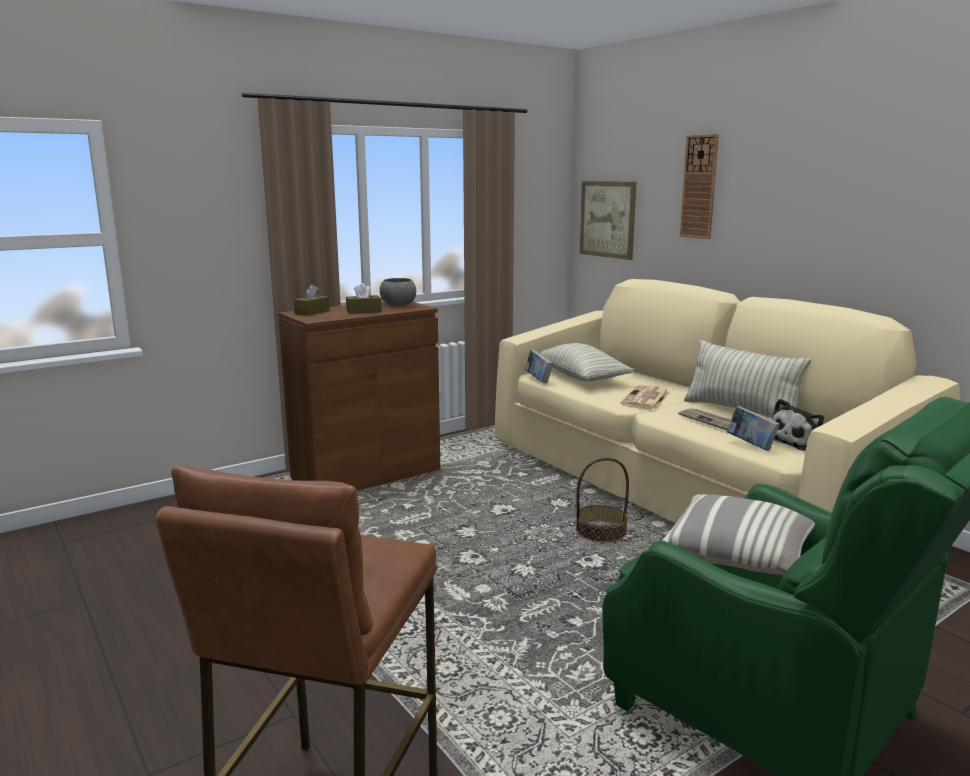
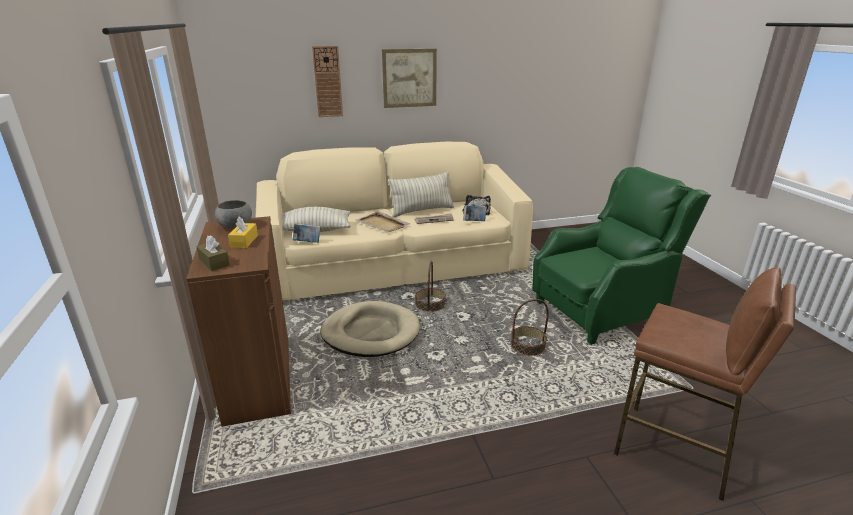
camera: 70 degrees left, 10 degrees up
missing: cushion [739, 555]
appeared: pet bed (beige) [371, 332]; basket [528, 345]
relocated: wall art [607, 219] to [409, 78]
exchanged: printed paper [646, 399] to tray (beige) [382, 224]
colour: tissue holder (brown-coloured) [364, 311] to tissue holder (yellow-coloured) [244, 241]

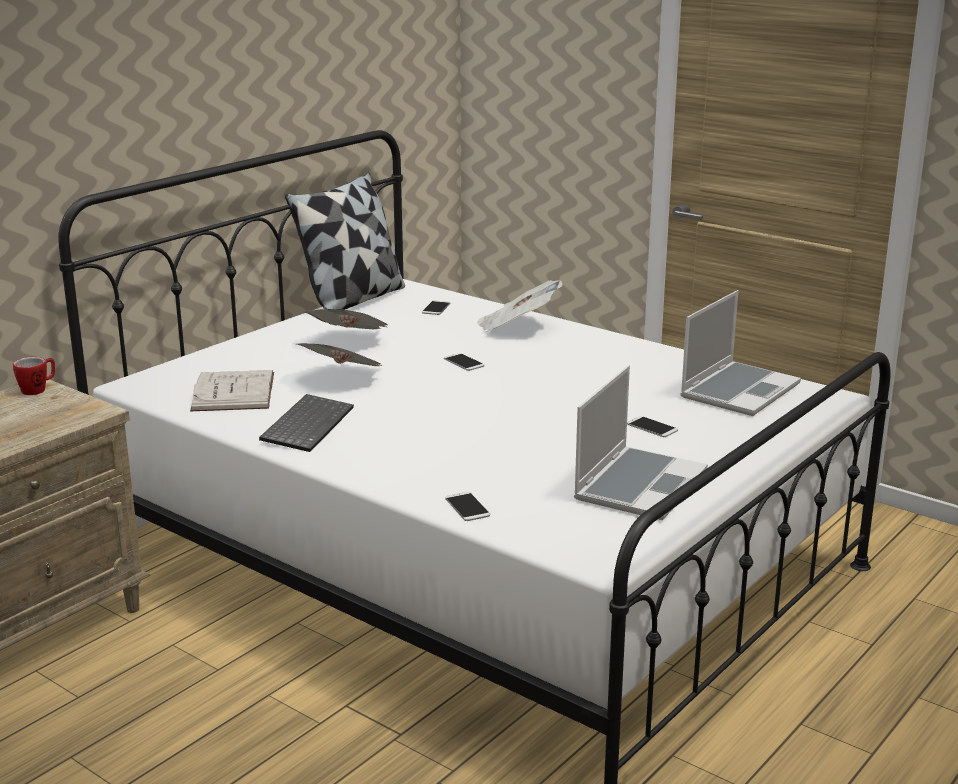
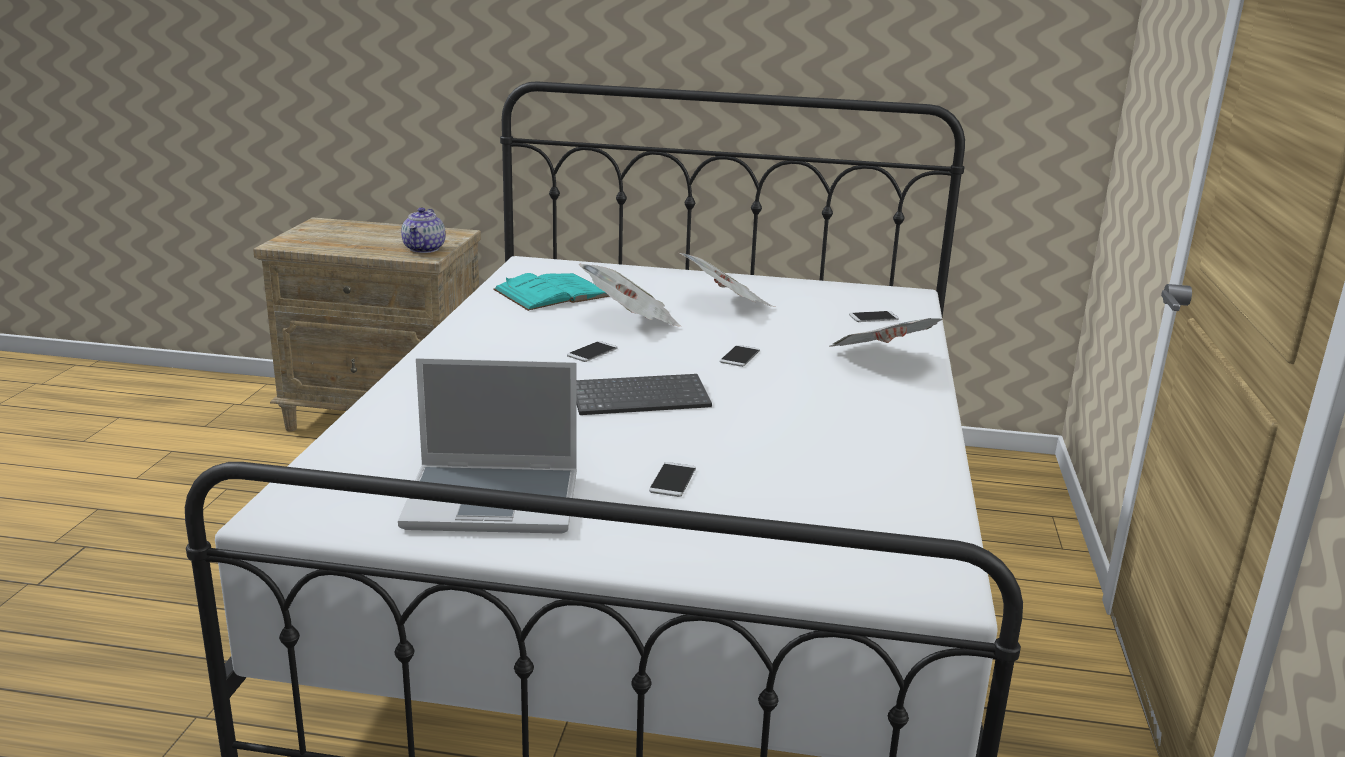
camera: 60 degrees right, 0 degrees up
missing: tea mug [38, 389]; cushion [352, 300]; laptop [739, 390]
appeared: teapot [424, 249]
relocated: computer keyboard [306, 425] to [641, 397]; telephone [467, 507] to [592, 352]
colour: book (white-coloured) [233, 391] to book (blue-green) [552, 293]

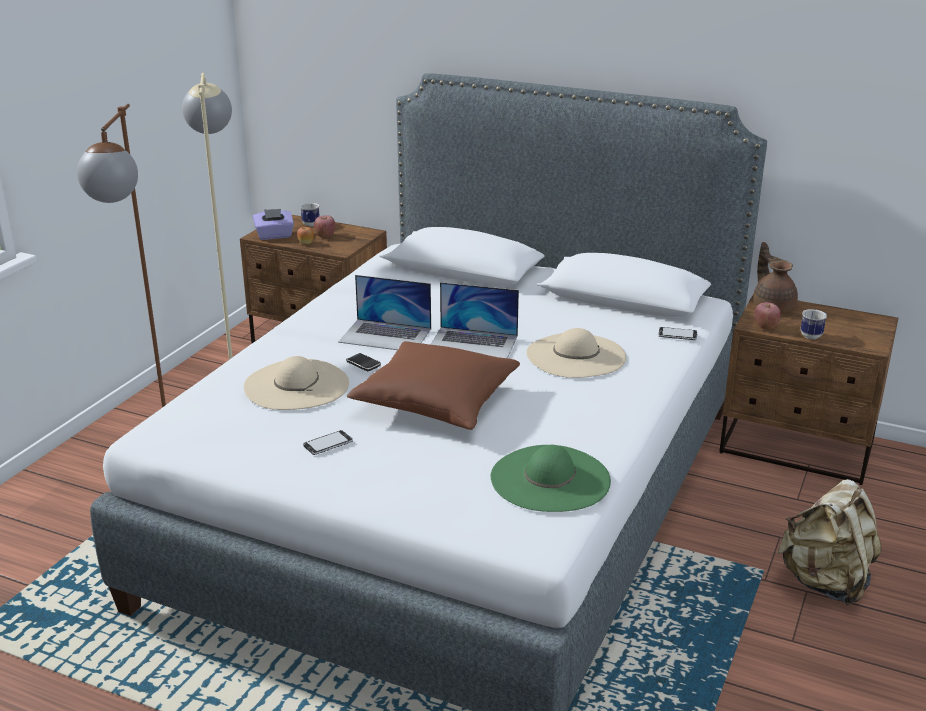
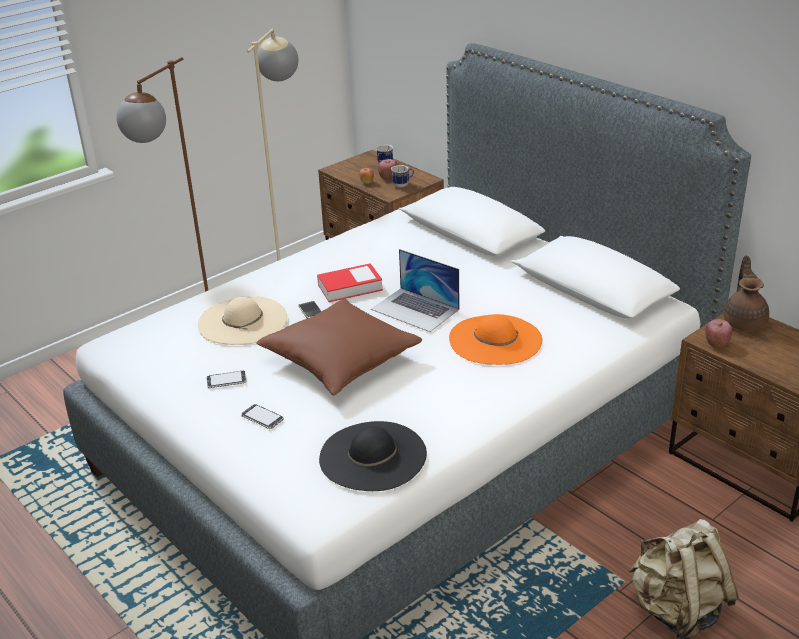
camera: 25 degrees right, 5 degrees up
missing: tissue holder (purplish) [274, 236]
relocated: telephone [677, 335] to [262, 418]; tea mug [813, 335] to [403, 185]
exchanged: laptop [385, 335] to book [350, 287]
colour: hat (green) [550, 479] to hat (black-coloured) [373, 456]; hat (beige) [576, 355] to hat (orange) [495, 340]

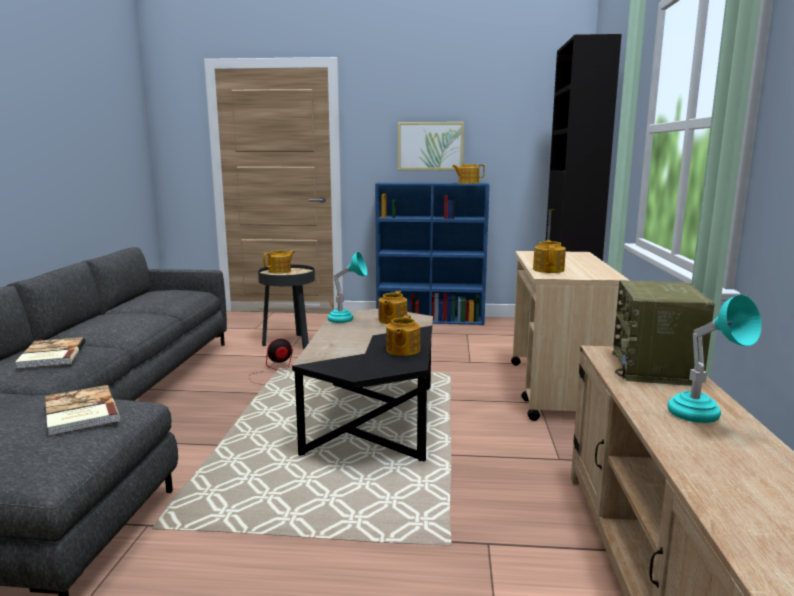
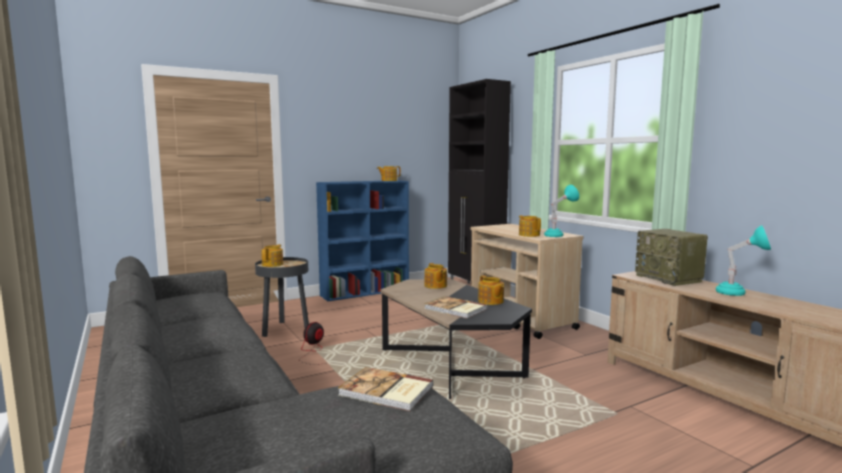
camera: 35 degrees left, 5 degrees down
missing: wall art [430, 146]
relocated: book [50, 355] to [455, 309]; table lamp (blue-green) [347, 320] to [559, 235]

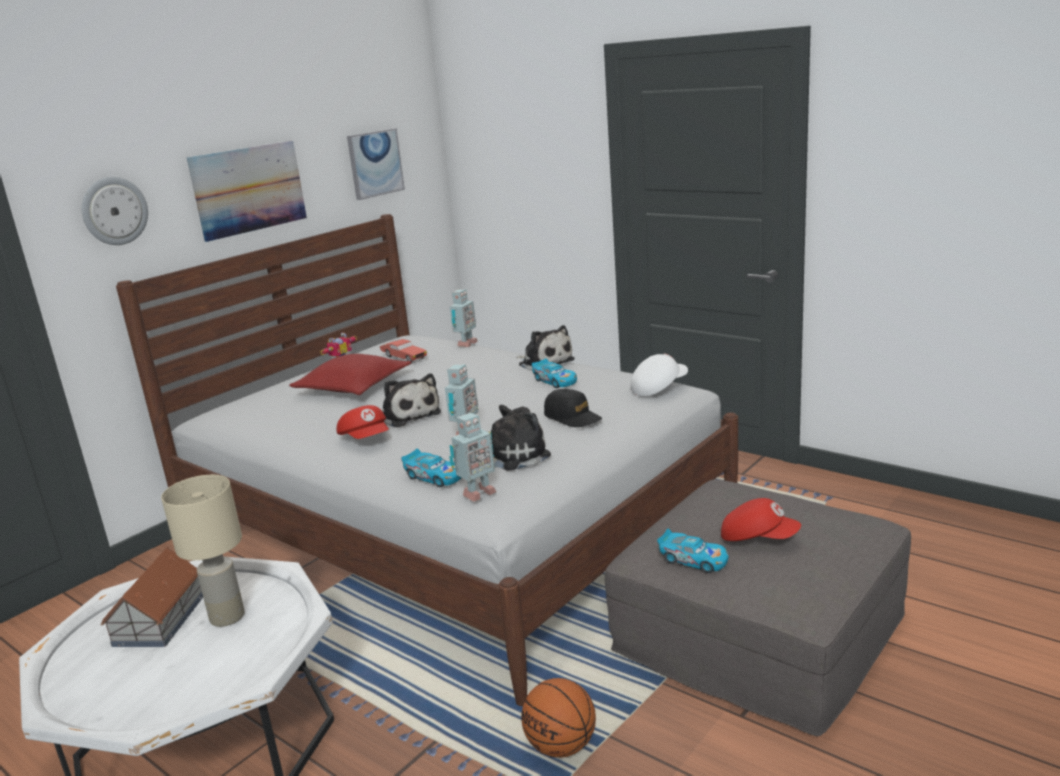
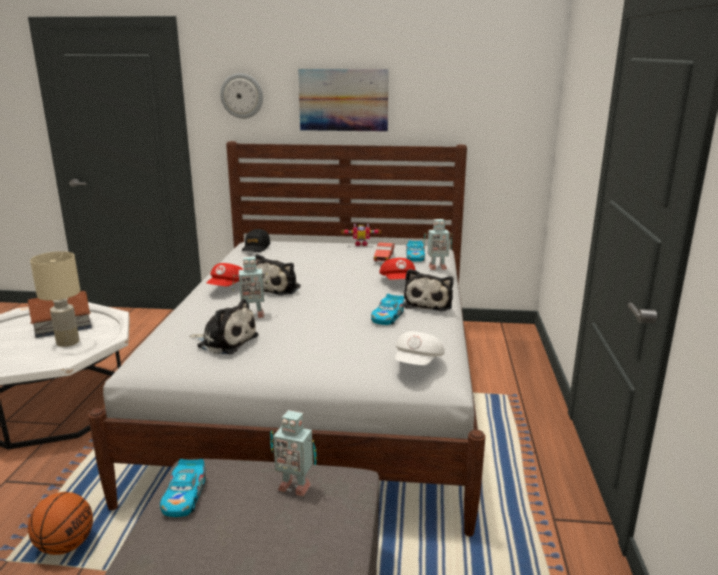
camera: 55 degrees right, 0 degrees up
missing: cushion (red-coloured) [353, 387]; wall art [375, 163]
relocated: model car [434, 477] to [415, 257]; toy robot [477, 494] to [294, 486]; baseball cap (black-coloured) [572, 417] to [256, 247]; baseball cap (red-coloured) [758, 538] to [398, 282]
spun: baseball cap (white-coloured) [658, 387] = [418, 363] 90 degrees clockwise

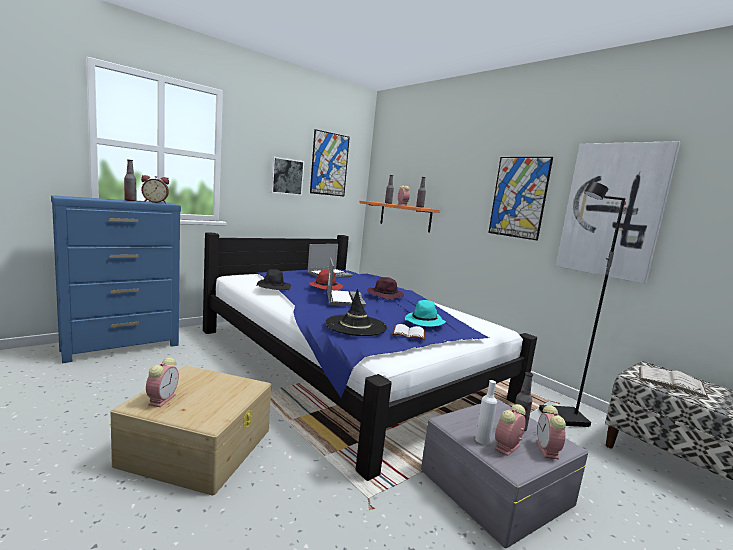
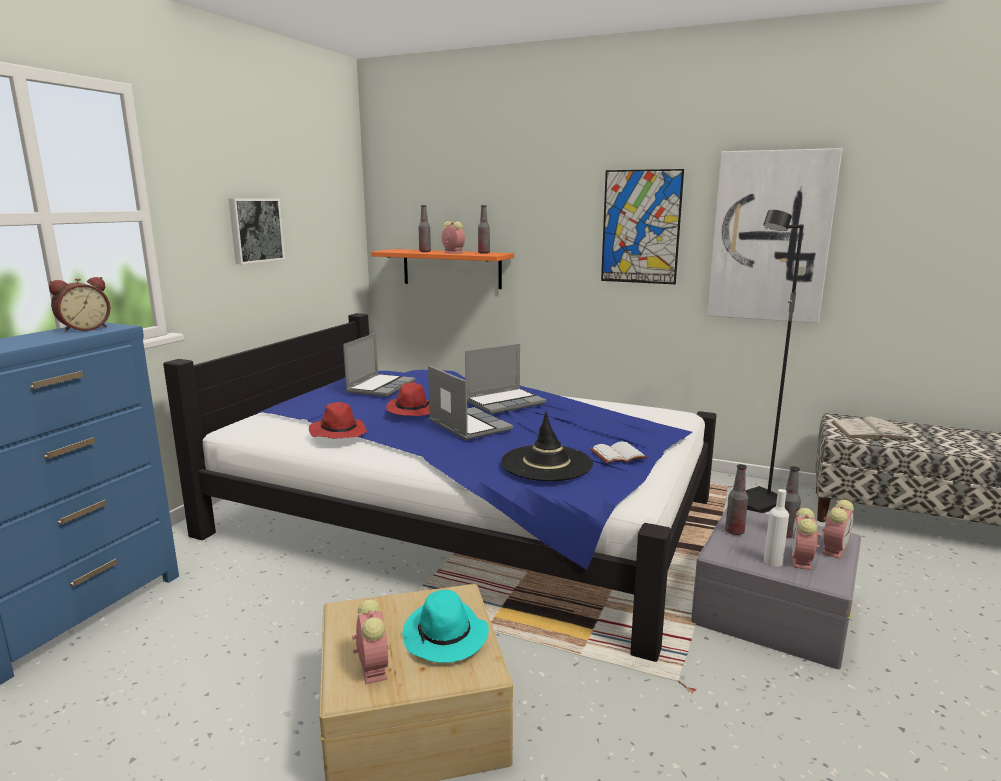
camera: 25 degrees left, 5 degrees up
missing: wall art [329, 164]
relocated: beverage bottle [130, 200] to [734, 531]; hat (blue-green) [424, 322] to [445, 637]
exchanged: hat (purplish) [386, 295] to laptop [505, 402]
colour: hat (black-coloured) [273, 287] to hat (red-coloured) [338, 433]
spun: bedside clock [548, 451] = [834, 549] 120 degrees counterclockwise

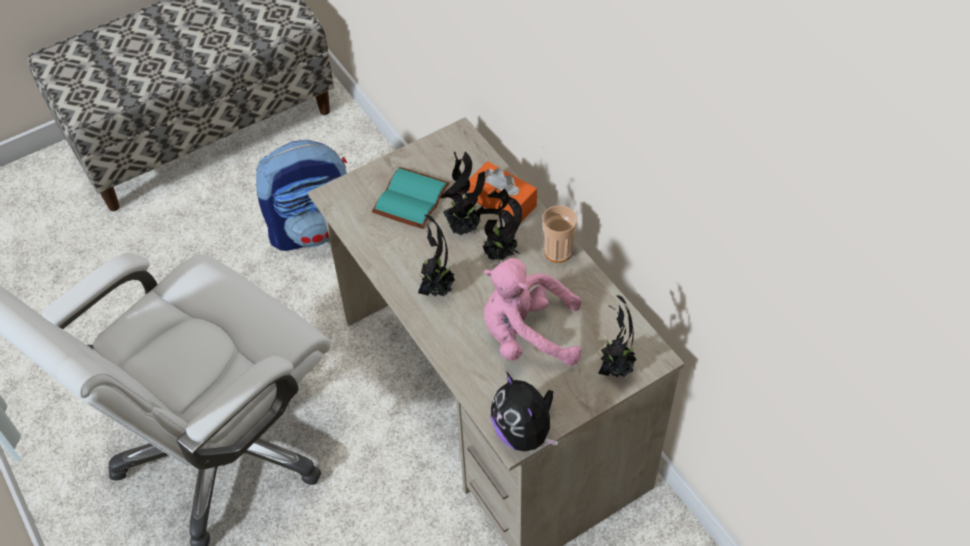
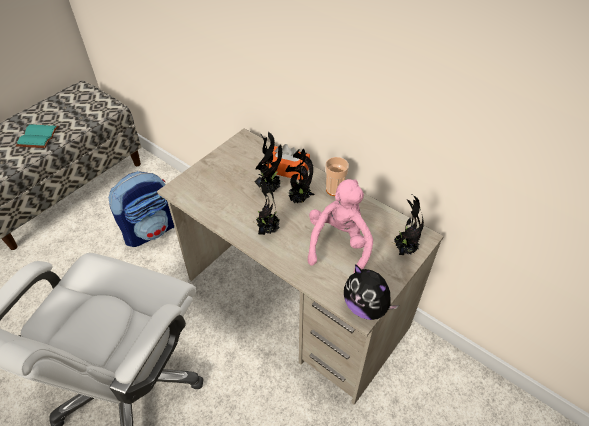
camera: 20 degrees left, 5 degrees down
relocated: book (blue-green) [409, 197] to [37, 136]
spun: soft toy (pink-coloured) [527, 335] = [339, 244] 120 degrees clockwise

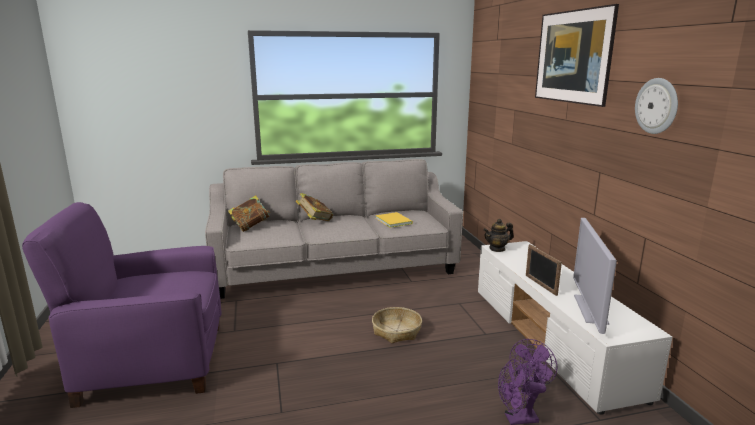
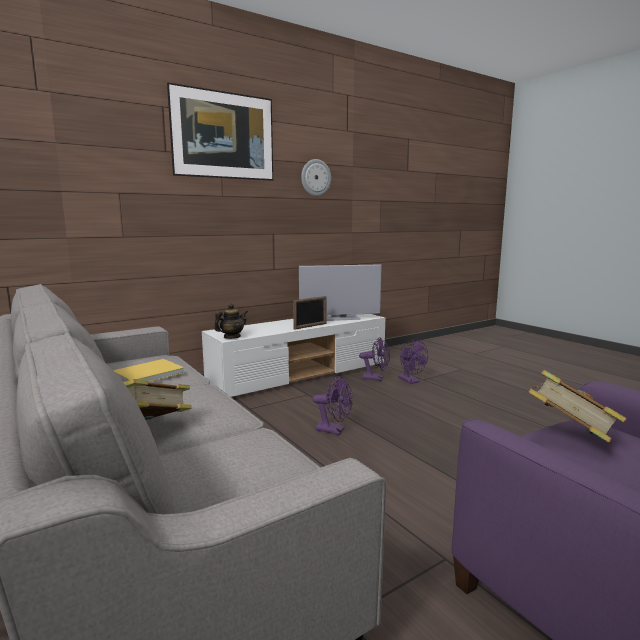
camera: 110 degrees left, 5 degrees down
relocated: book [250, 227] to [569, 437]
exchanged: basket [397, 331] to cooling fan (purplish) [334, 430]
spun: teapot [497, 249] = [232, 337] 90 degrees counterclockwise

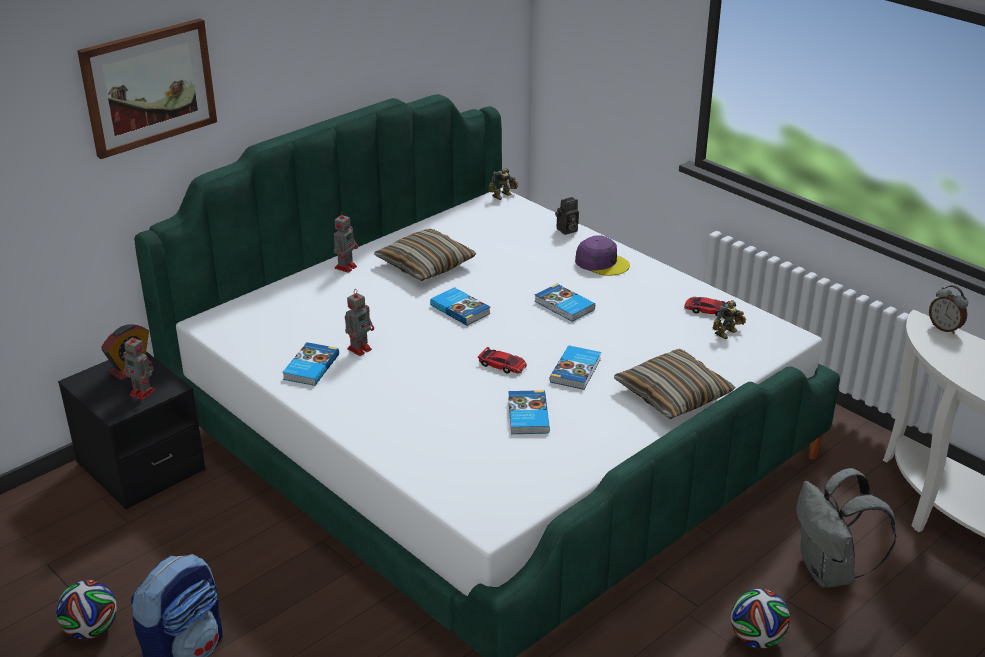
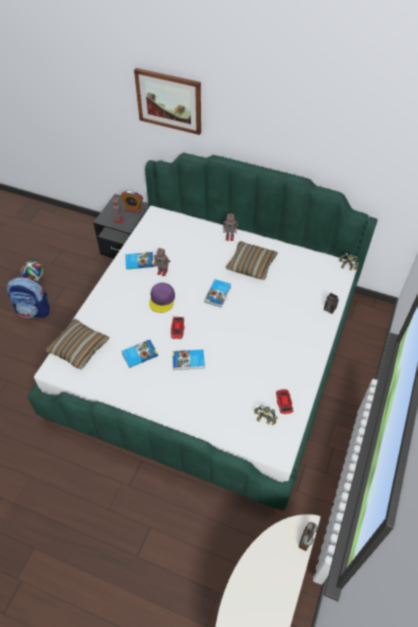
camera: 65 degrees right, 20 degrees up
missing: book [564, 306]; ball for football [756, 639]; rucksack (gray) [830, 572]
relocated: baseball cap (purplish) [602, 263] to [162, 299]; cushion [673, 395] to [79, 348]

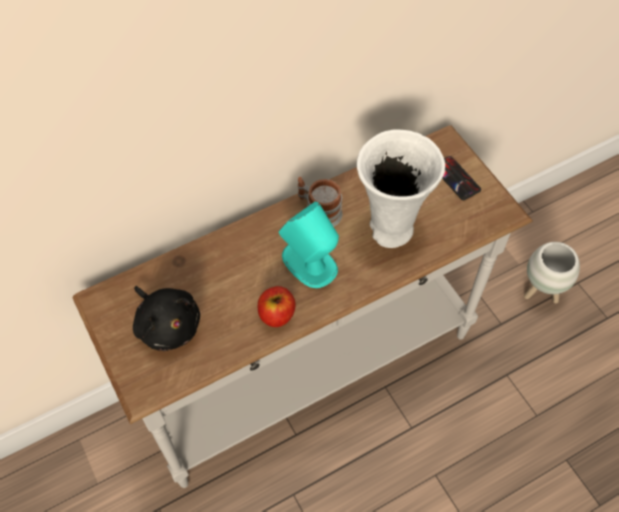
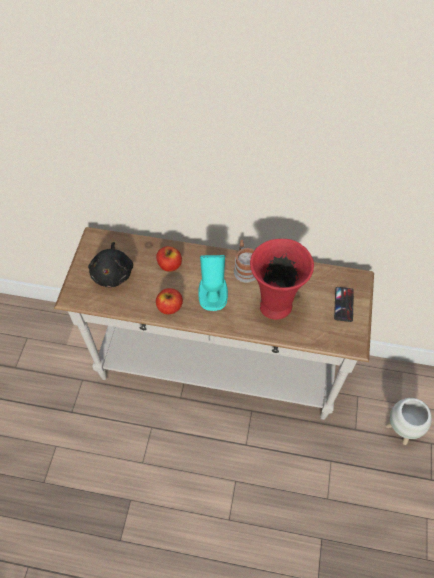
camera: 40 degrees right, 0 degrees up
appeared: apple fruit [169, 265]
colour: flower vase (white-coloured) [390, 230] to flower vase (red-coloured) [274, 306]

